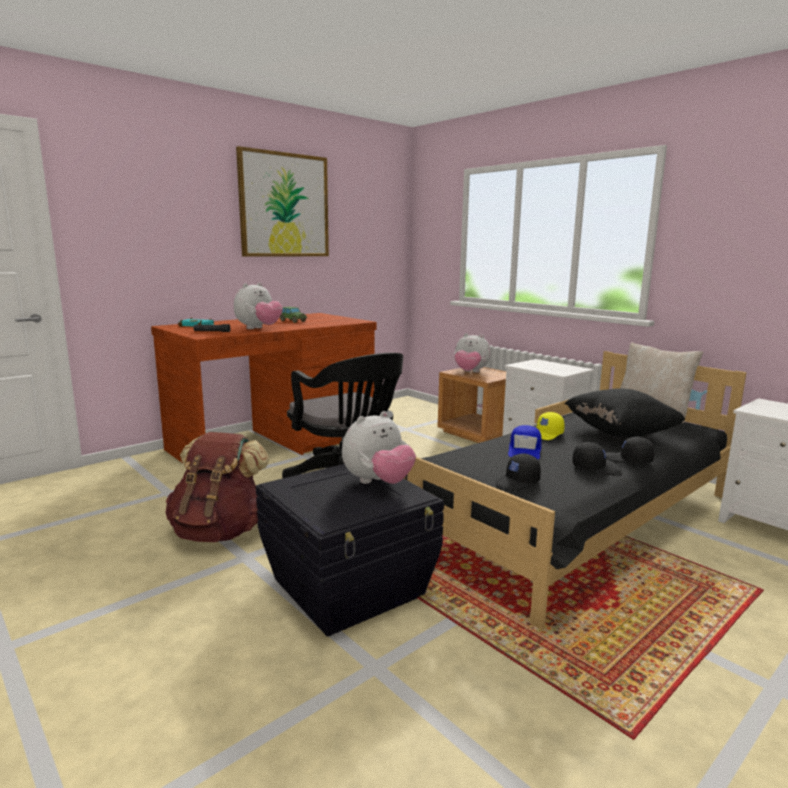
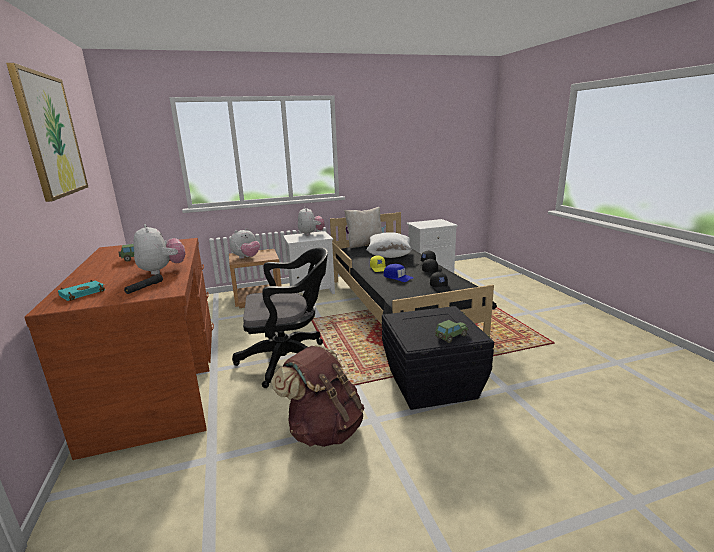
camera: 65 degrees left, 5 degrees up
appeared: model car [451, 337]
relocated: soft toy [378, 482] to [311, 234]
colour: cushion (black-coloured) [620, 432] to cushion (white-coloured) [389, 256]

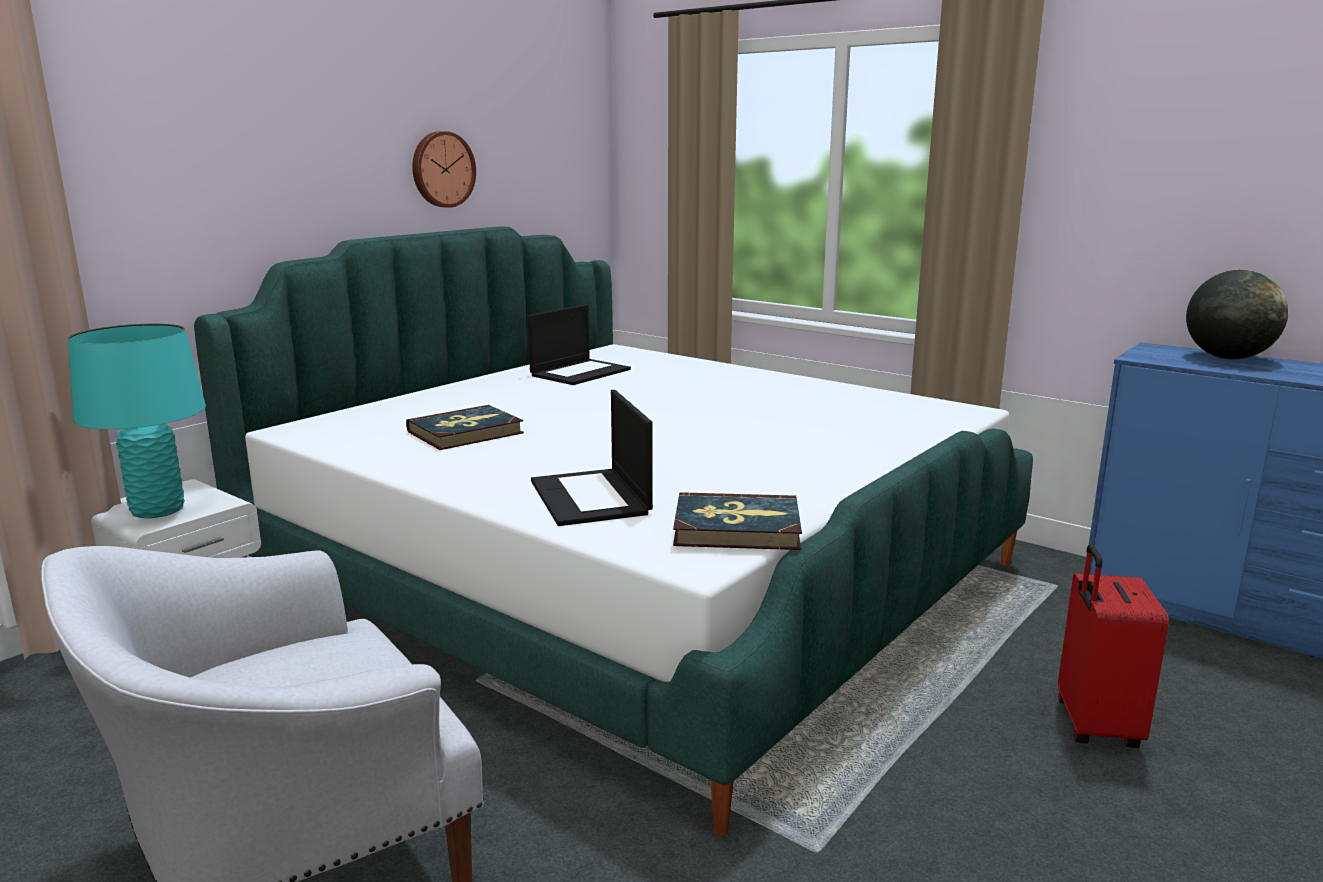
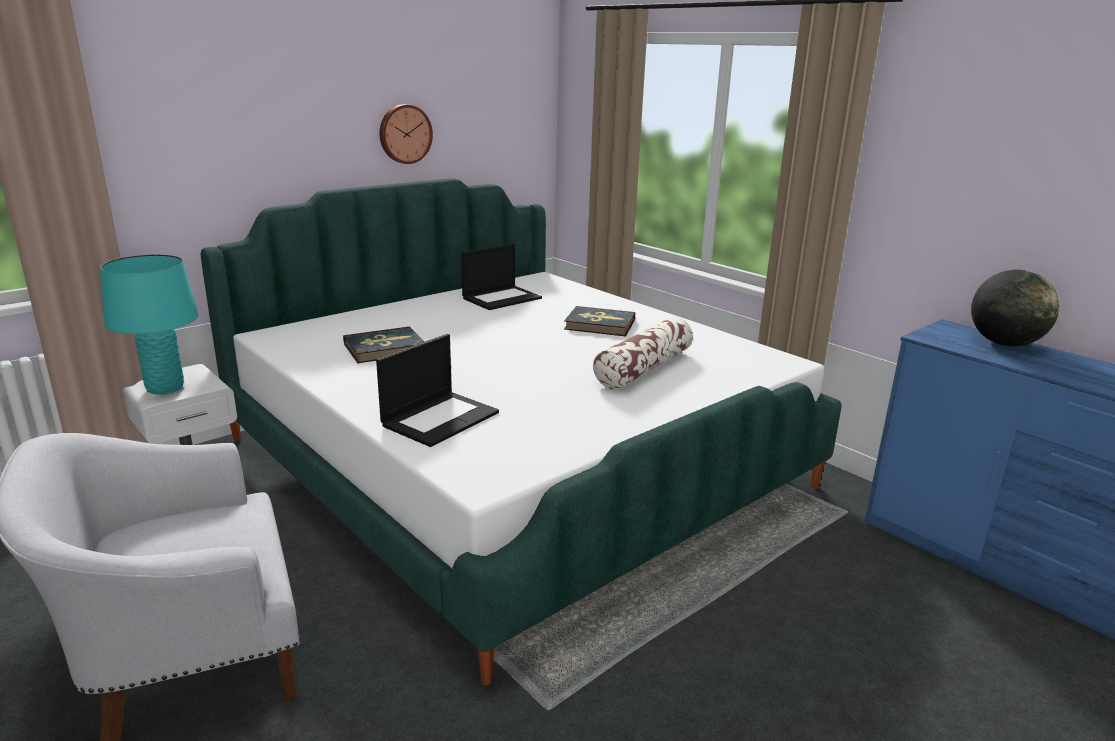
camera: 10 degrees right, 5 degrees up
missing: suitcase (red-coloured) [1094, 725]
appeared: cushion [644, 368]
relocated: book [736, 528] to [600, 325]
spun: laptop [591, 498] = [440, 418] 135 degrees counterclockwise

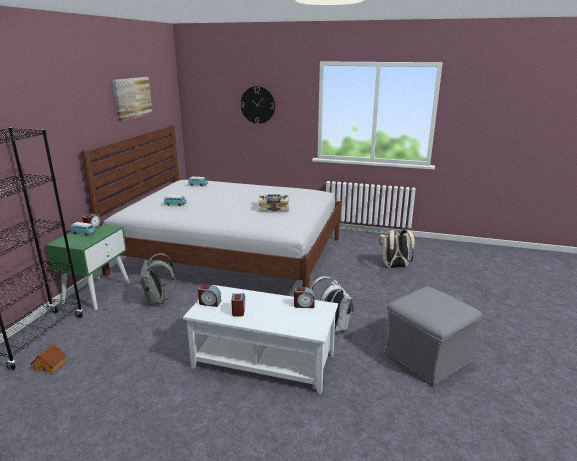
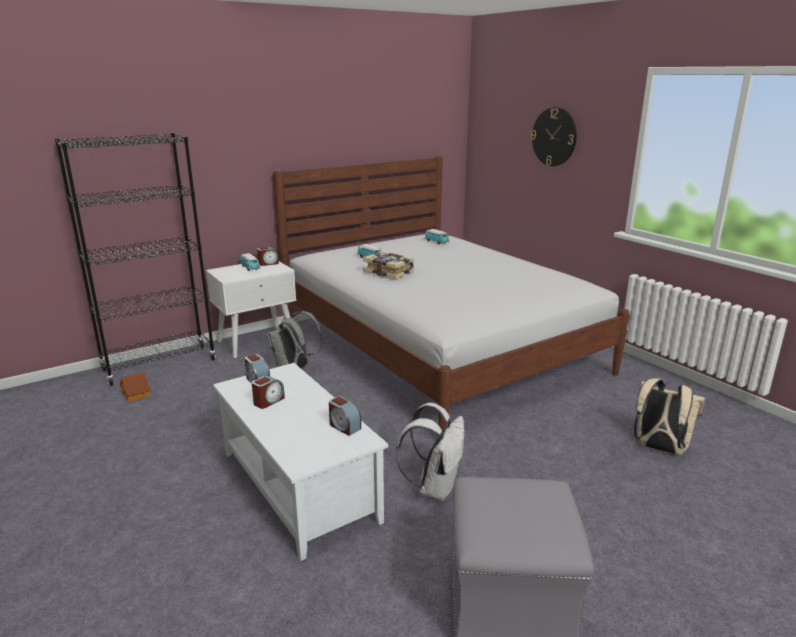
camera: 40 degrees right, 0 degrees up
missing: wall art [132, 97]
relocated: book [273, 207] to [389, 272]
colour: night table (green) [97, 292] to night table (white-coloured) [257, 341]

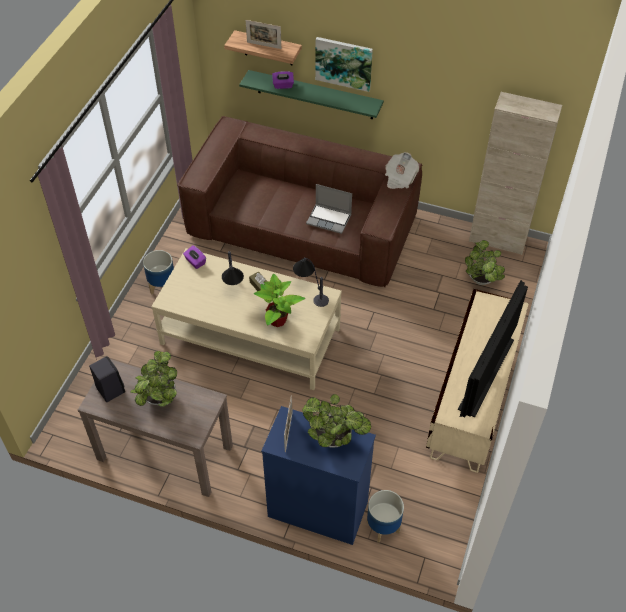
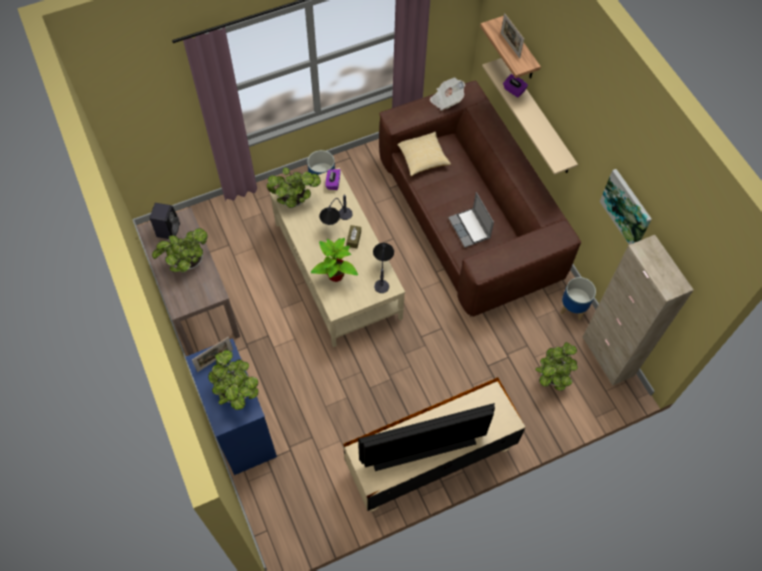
camera: 45 degrees right, 10 degrees up
appeared: potted plant [295, 200]; cushion [422, 158]
relocated: wall art [344, 63] to [627, 208]; planter [383, 527] to [573, 308]; printed paper [399, 178] to [446, 100]
colour: wall shelf (green) [315, 95] to wall shelf (beige) [537, 117]

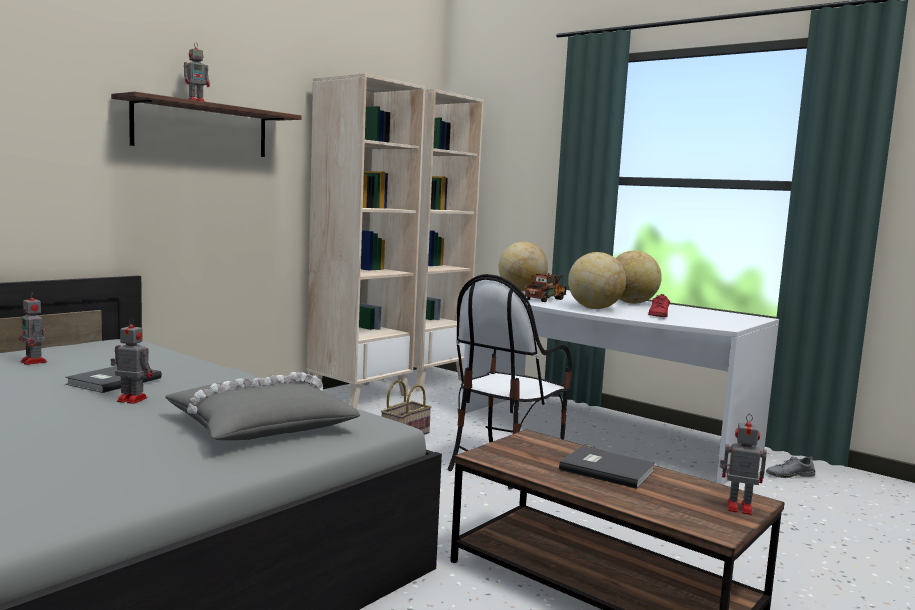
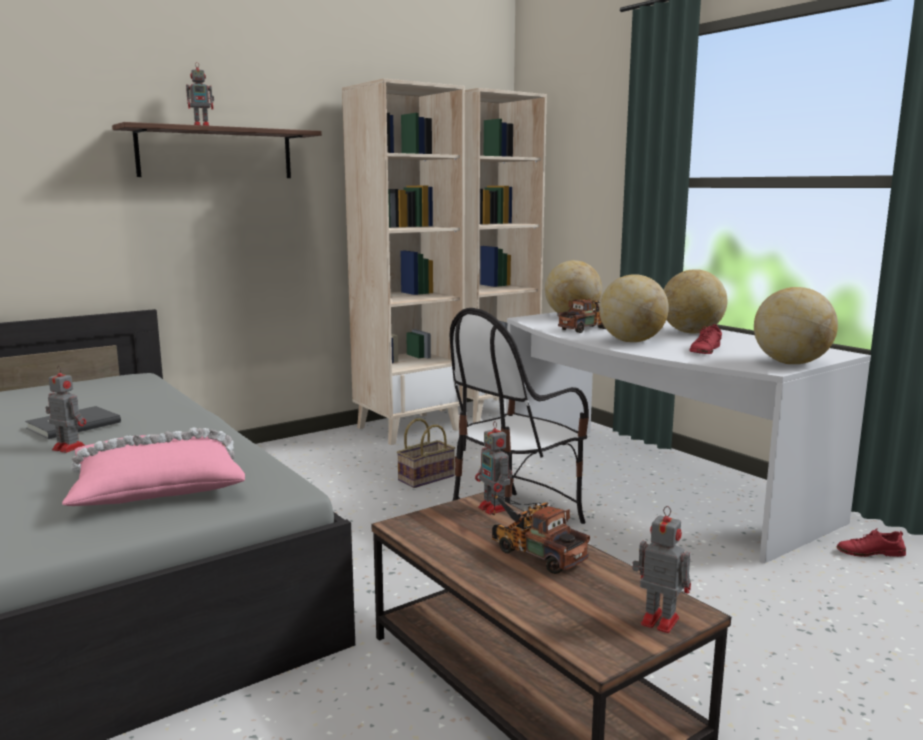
camera: 15 degrees right, 5 degrees up
appeared: desk globe [790, 363]
relocated: toy robot [34, 362] to [495, 509]
exchanged: book (gray) [606, 469] to toy lorry [533, 552]
colour: cushion (gray) [259, 425] to cushion (pink-coloured) [157, 484]; low shoe (gray) [789, 475] to low shoe (red-coloured) [870, 552]

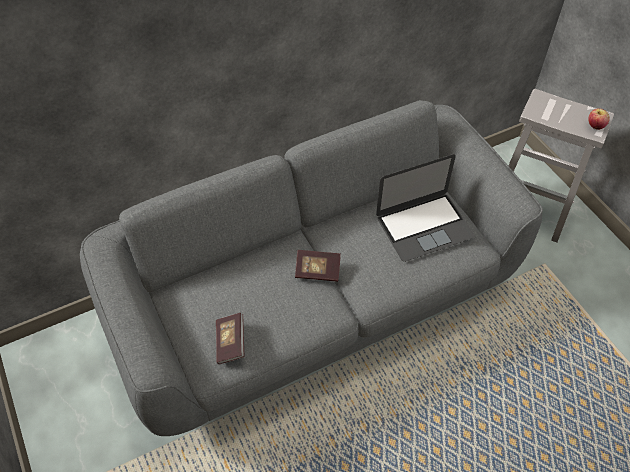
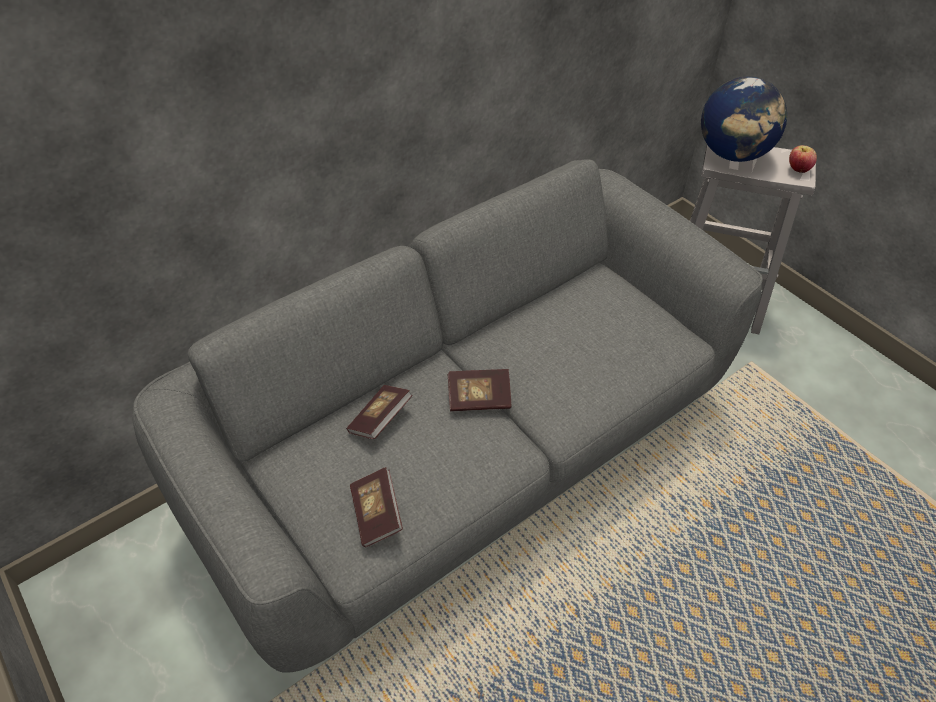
camera: 10 degrees left, 5 degrees down
missing: laptop [424, 226]
appeared: book [380, 420]; desk globe [733, 154]

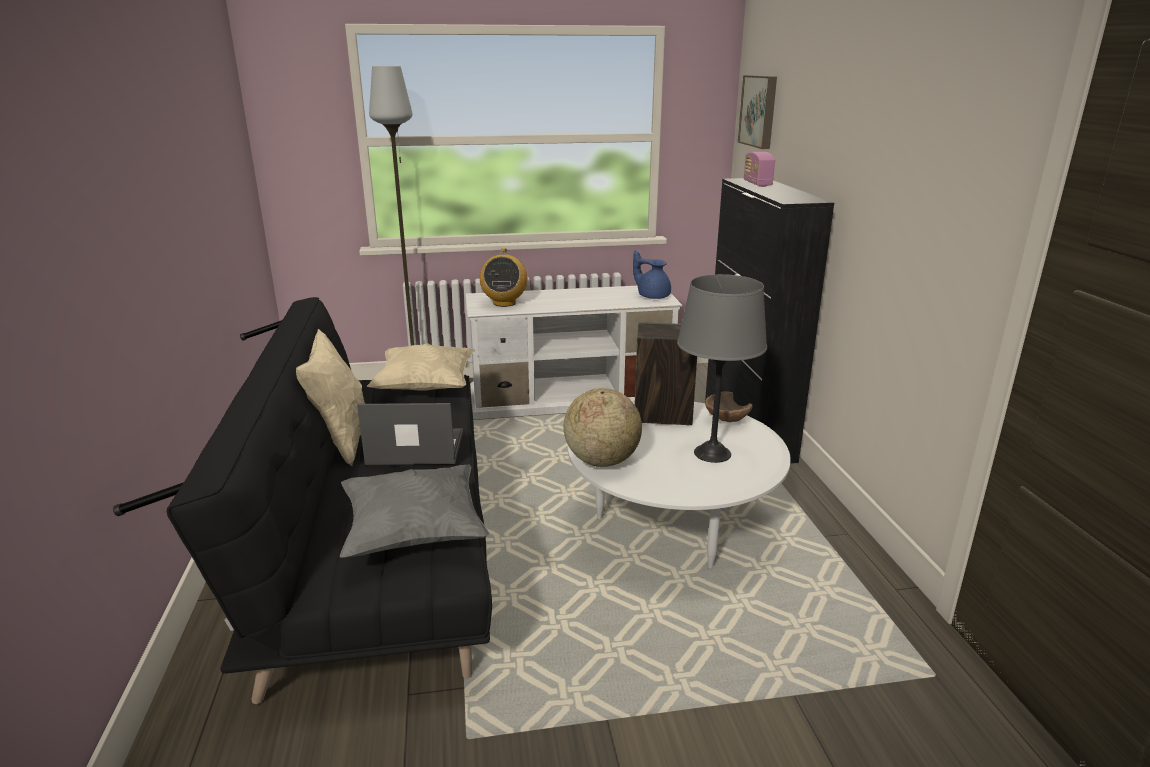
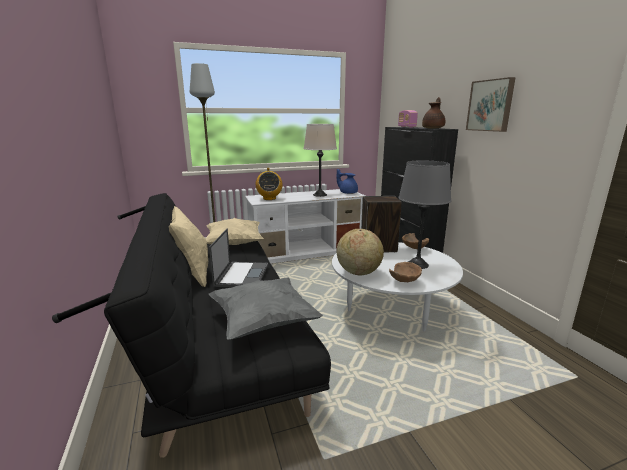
camera: 10 degrees left, 5 degrees down
appeared: table lamp (beige) [319, 195]; deep dish (brown-coloured) [405, 282]; teapot (brown-coloured) [433, 128]
relocated: wall art [760, 111] to [490, 105]
spun: laptop [414, 448] = [242, 274] 105 degrees clockwise

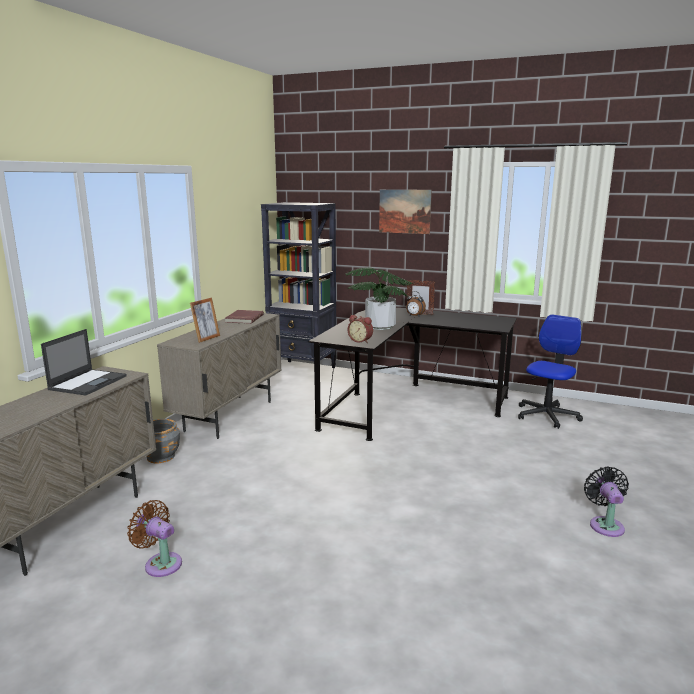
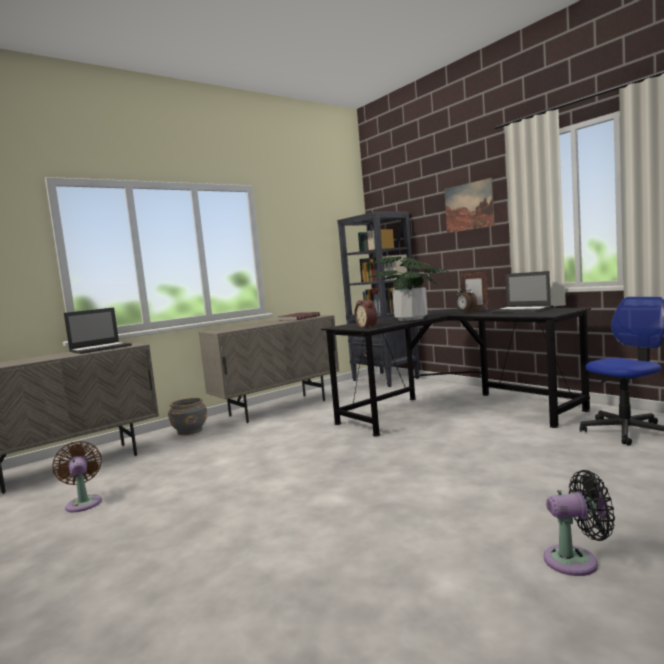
camera: 30 degrees right, 10 degrees down
missing: picture frame [206, 338]
appeared: laptop [521, 310]
spun: cooling fan (black-coloured) [605, 524] = [576, 560] 60 degrees clockwise

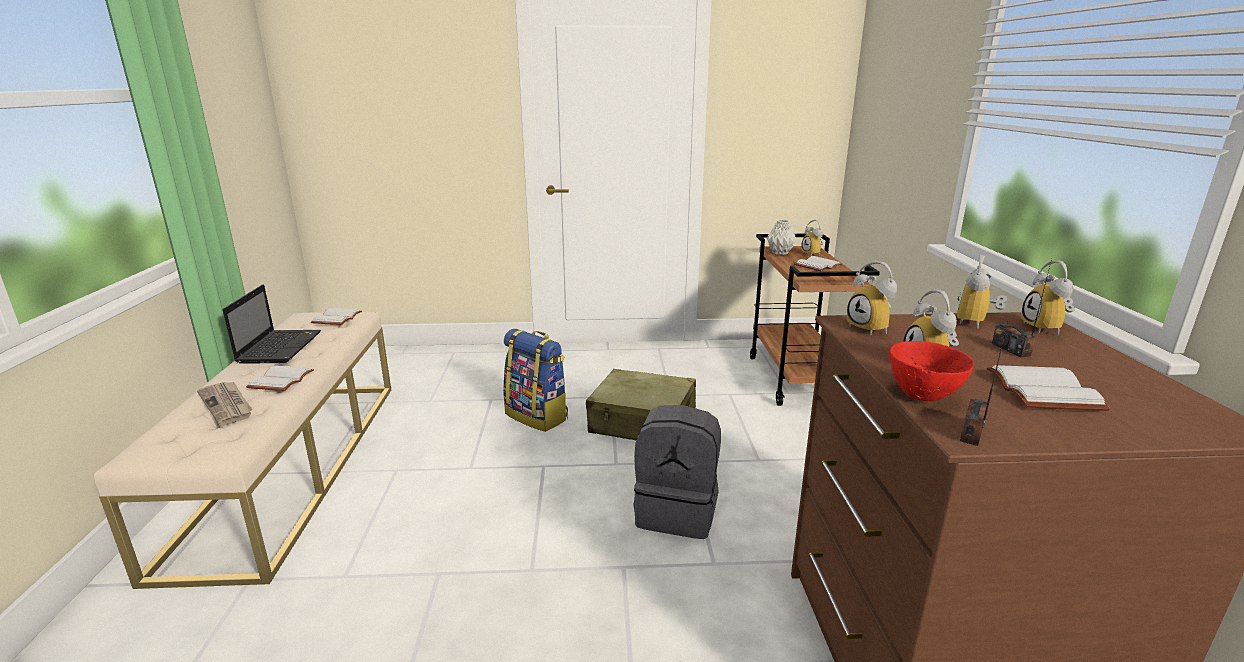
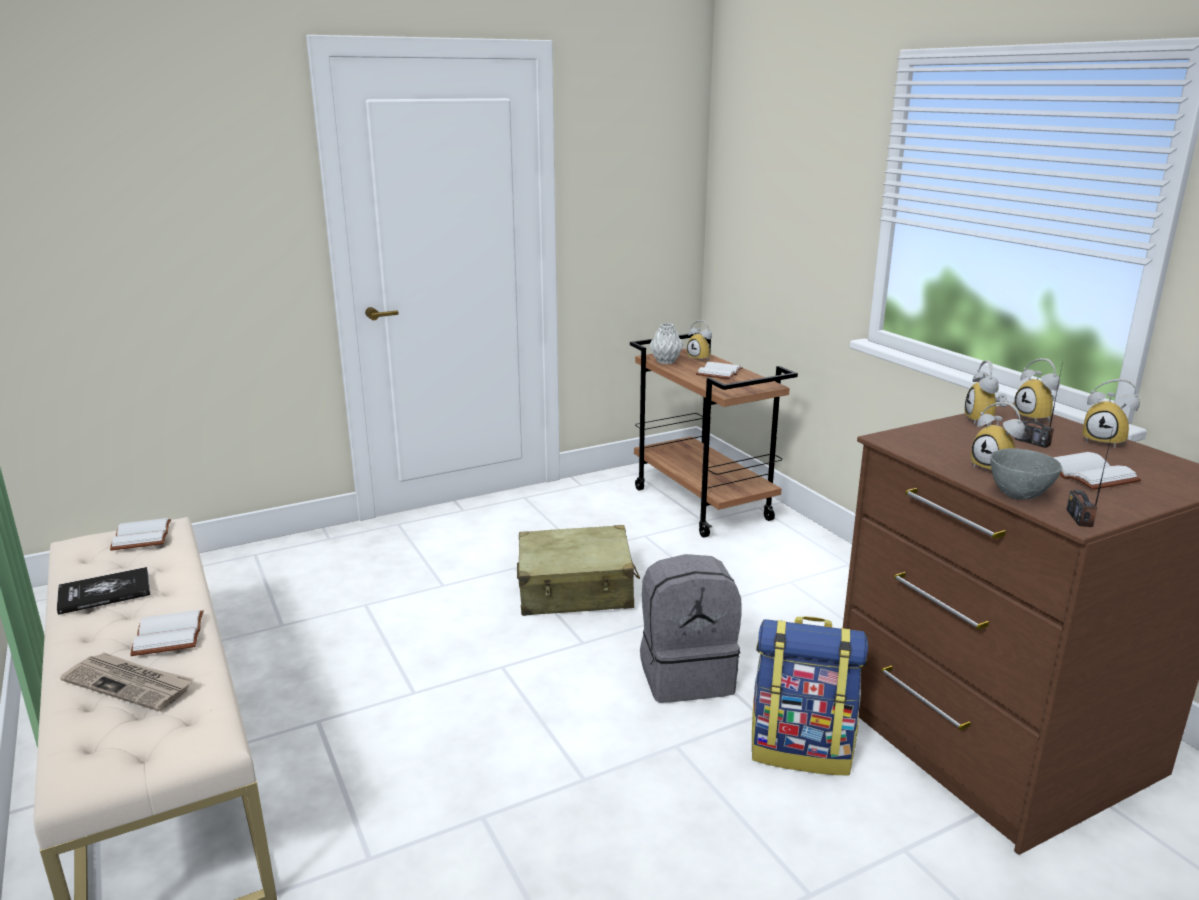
camera: 25 degrees left, 0 degrees up
relocated: rucksack [538, 416] to [802, 749]; bedside clock [872, 328] to [1105, 441]
exchanged: laptop [280, 347] to book [105, 592]
colour: deep dish (red-coloured) [923, 395] to deep dish (gray) [1019, 495]

